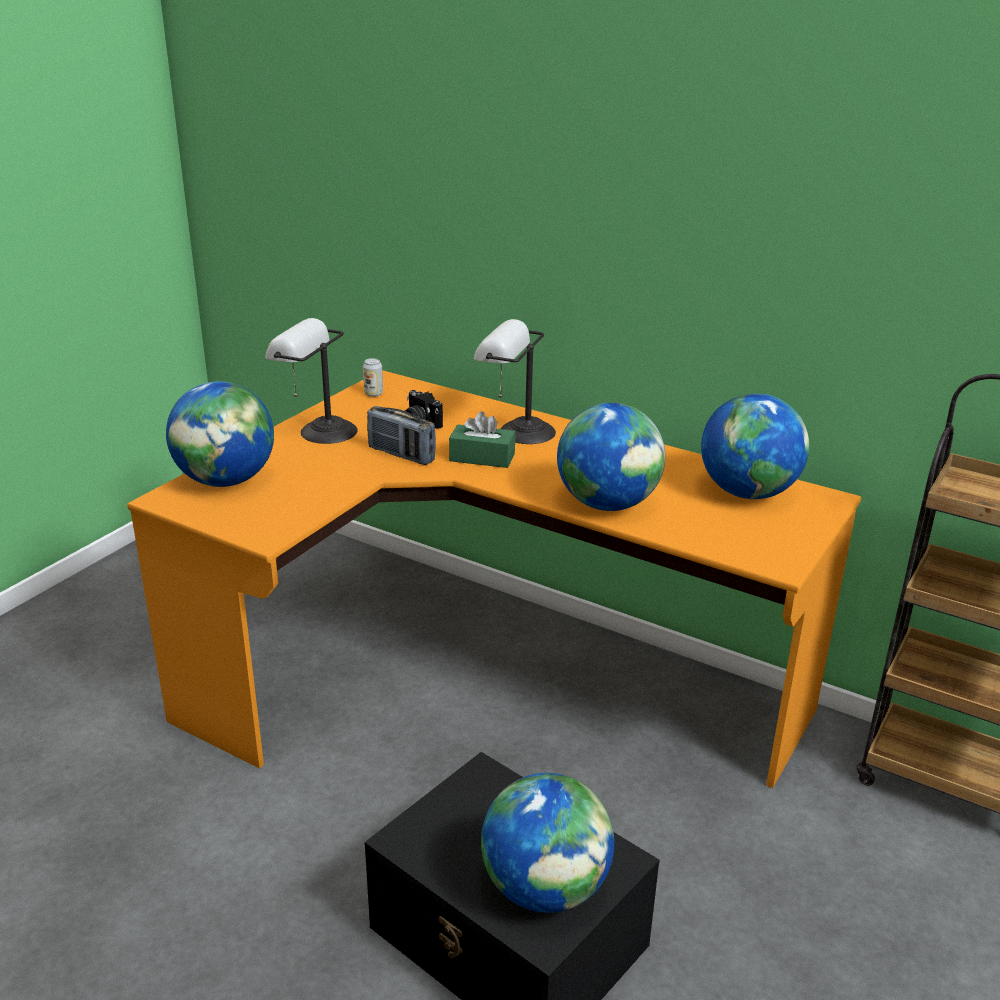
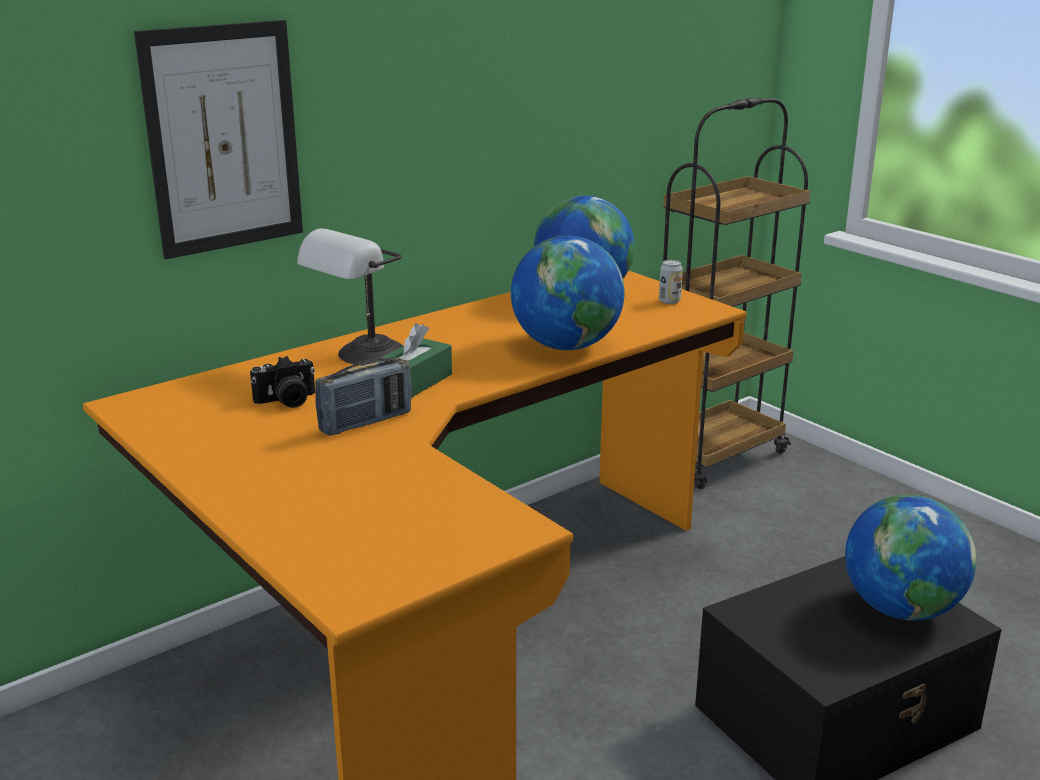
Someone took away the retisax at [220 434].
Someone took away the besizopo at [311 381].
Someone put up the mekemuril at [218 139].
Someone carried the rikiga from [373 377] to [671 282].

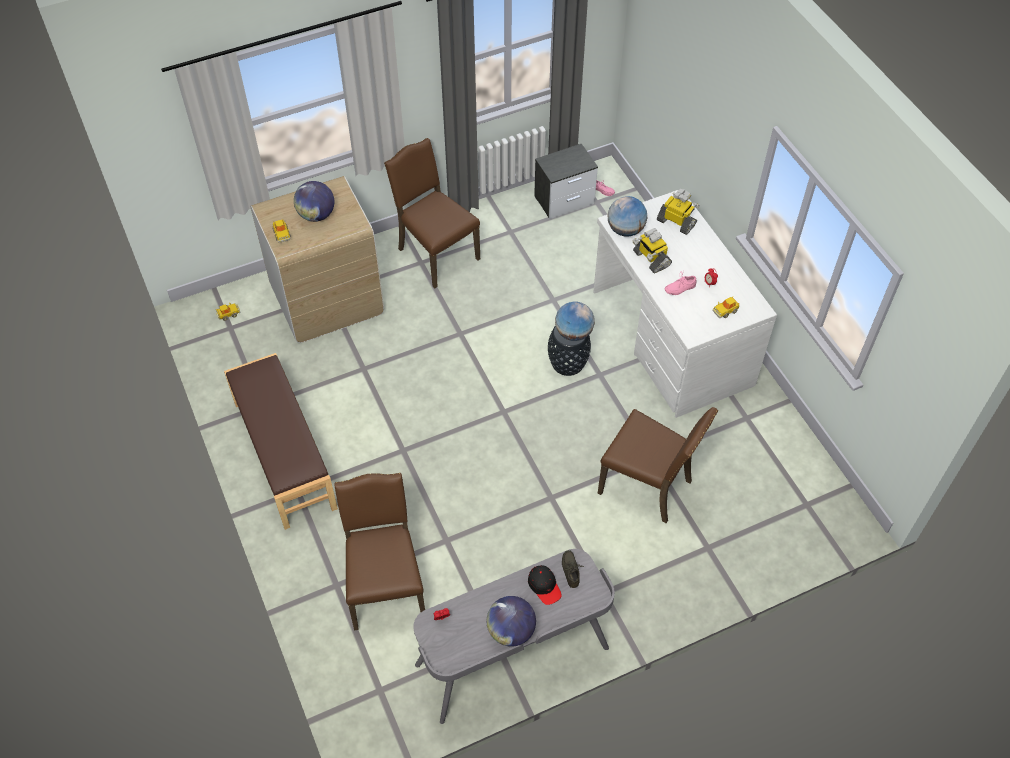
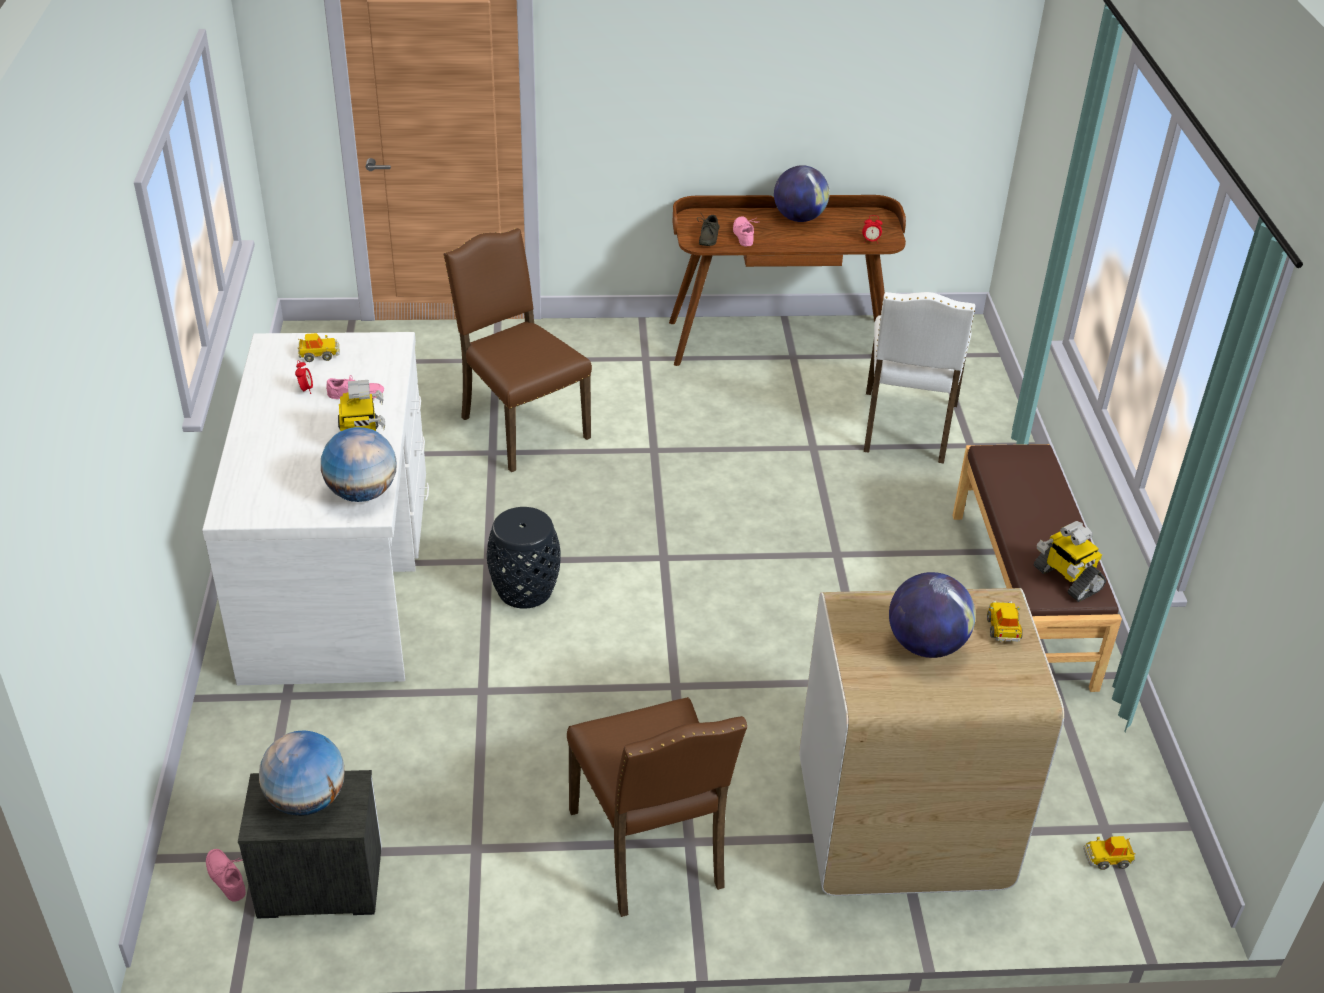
Someone carried the retisax from [575 321] to [302 773].
Someone carried the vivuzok from [678 212] to [1070 561].
Someone swapped the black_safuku at [545 585] for the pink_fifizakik at [746 232].
Someone repainted the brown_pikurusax at [379 551], which became the white_pikurusax at [919 377].
Someone repainted the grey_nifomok at [514 636], which became the brown_nifomok at [787 280].

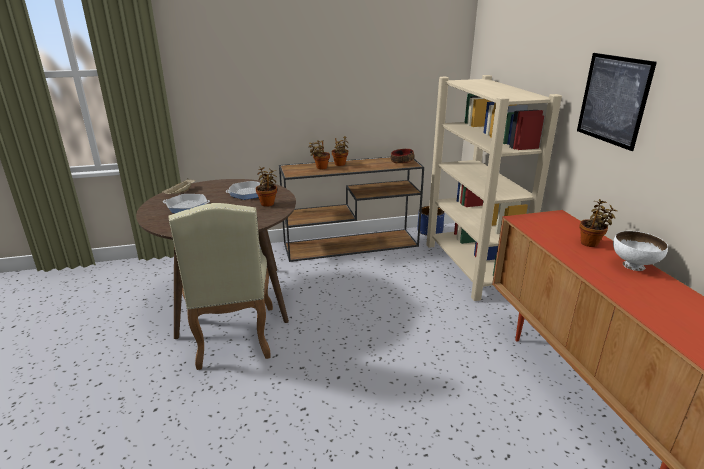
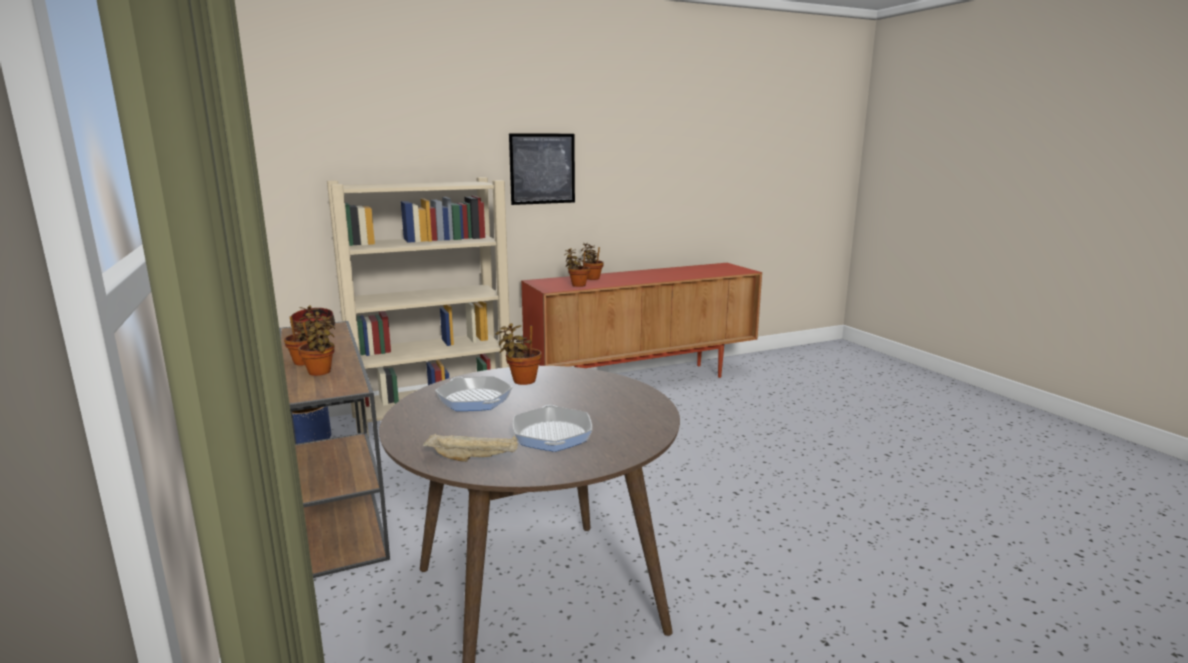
Someone took away the beige_pikurusax at [220 286].
Someone took away the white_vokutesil at [640 251].
Someone put down the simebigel at [577 267].

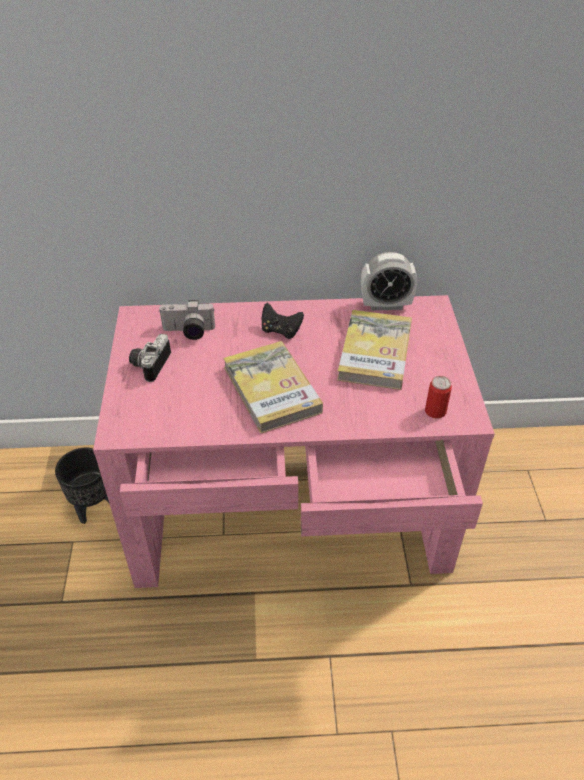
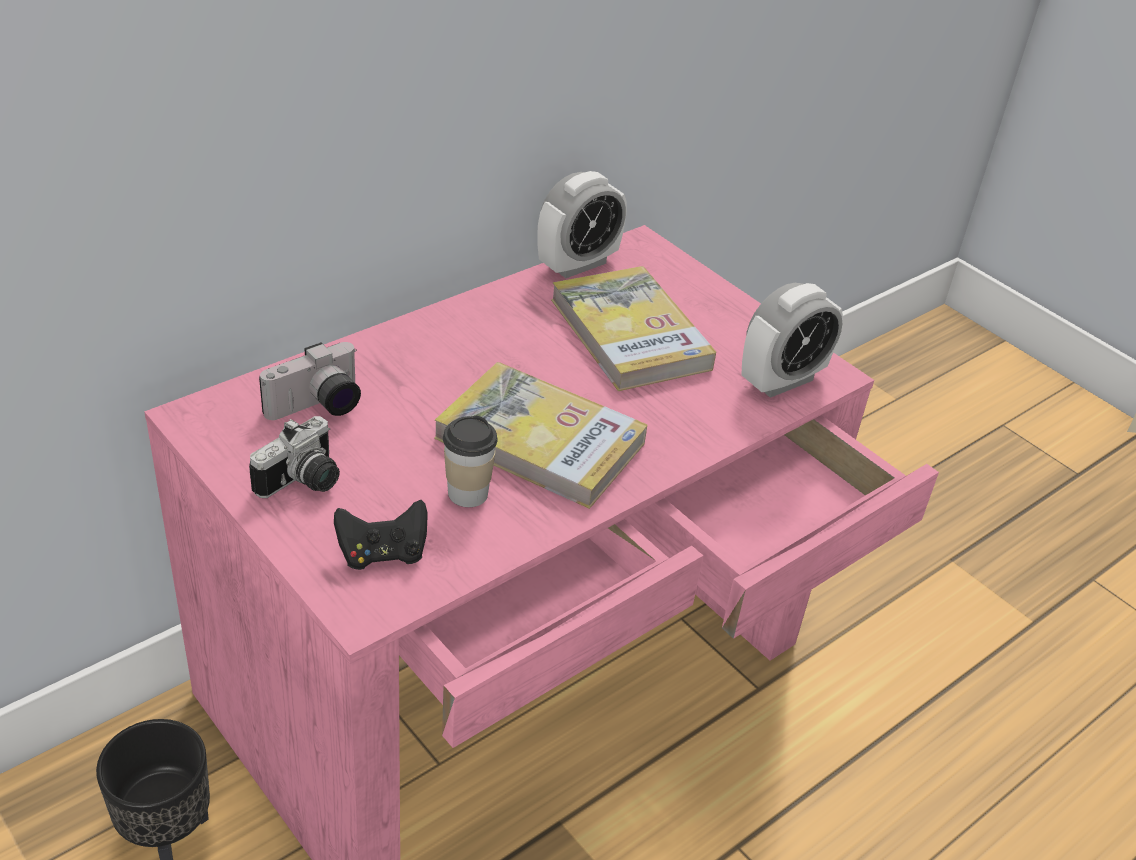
Someone put down the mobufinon at [470 461].
Someone carried the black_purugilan from [283 321] to [381 535].
Someone swapped the rikiga at [438 397] for the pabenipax at [792 340].
Someone rotated the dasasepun at [150 358] by 120 degrees counterclockwise.

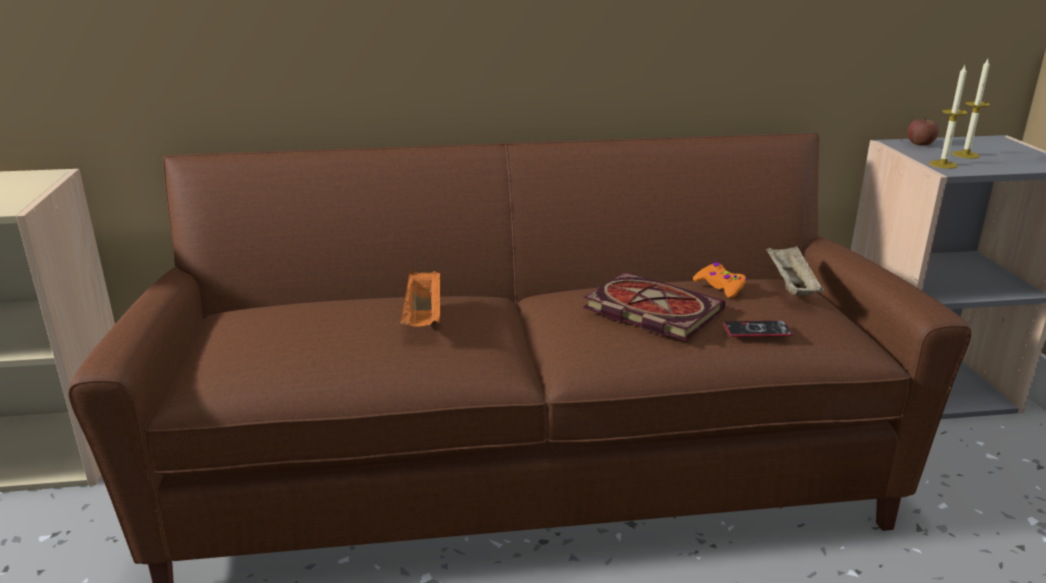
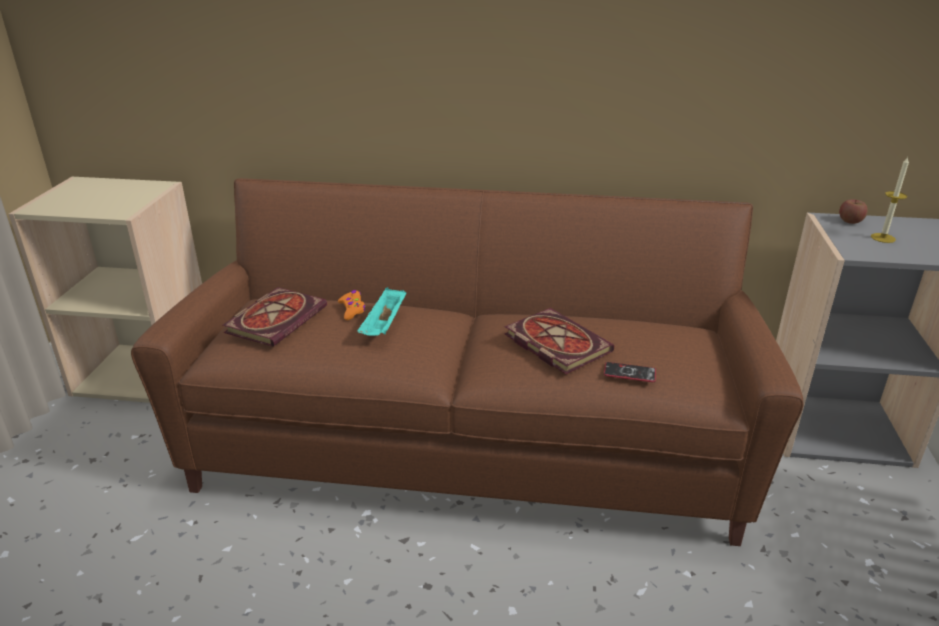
Someone took away the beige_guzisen at [795 270].
Someone took away the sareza at [948 117].
Someone put down the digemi at [274 317].
Someone carried the orange_purugilan from [720 280] to [351 305].
Someone repainted the orange_guzisen at [420 298], which became the turquoise_guzisen at [382 311].

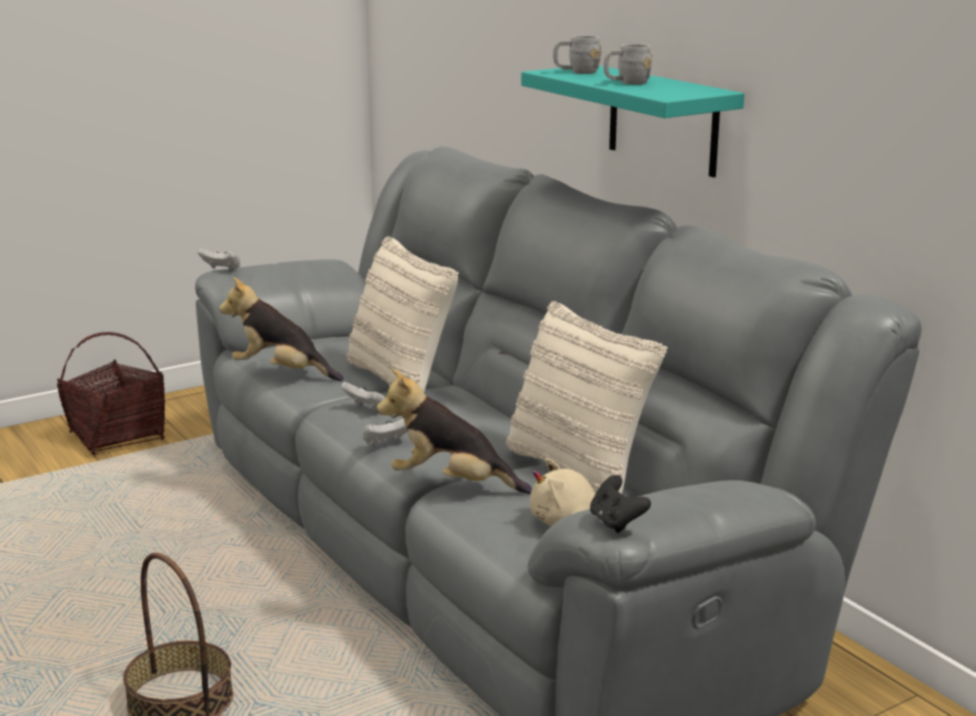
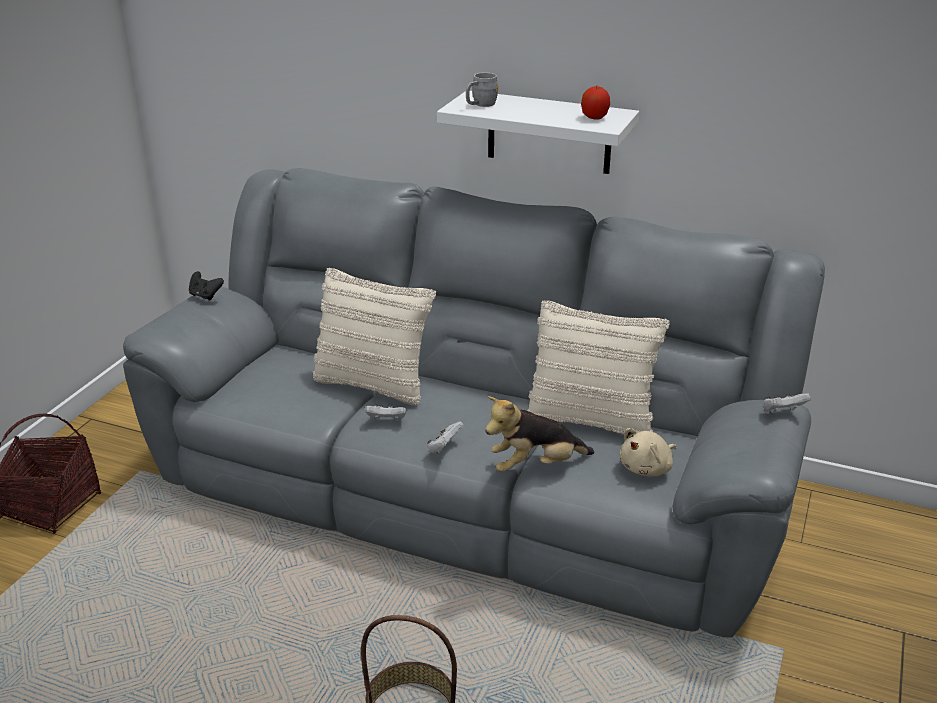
Someone took away the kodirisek at [281 329].
Someone took away the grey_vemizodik at [628 64].
Someone put down the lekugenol at [595 103].
Someone carried the white_purugilan from [219 259] to [787 403].
Someone carried the black_purugilan from [620 504] to [206 286].
Someone repainted the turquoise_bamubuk at [632 121], which became the white_bamubuk at [538 132].

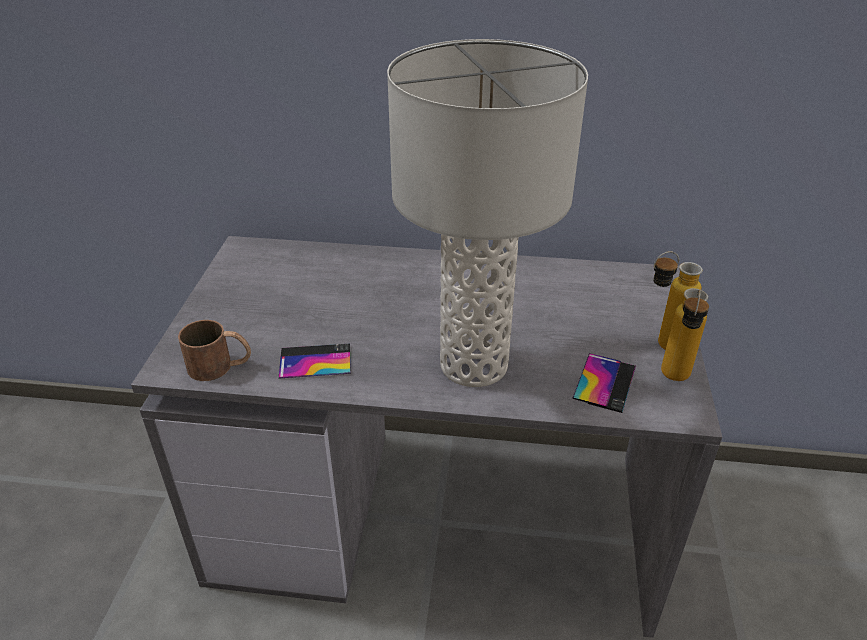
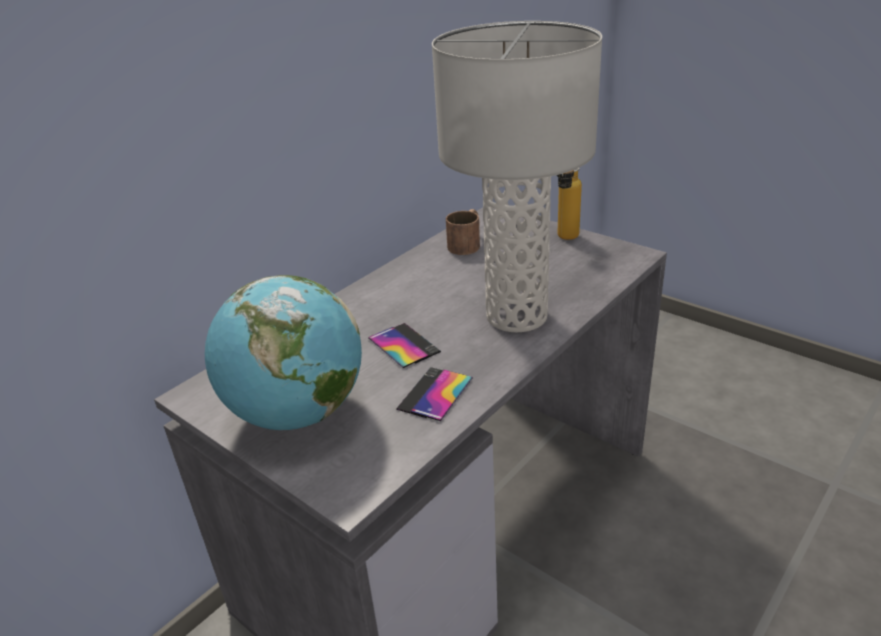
Someone took away the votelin at [685 334].
Someone put down the retisax at [283 352].
Someone carried the brown_vemizodik from [214 350] to [463 232].
Someone carried the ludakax from [604 383] to [404 345].

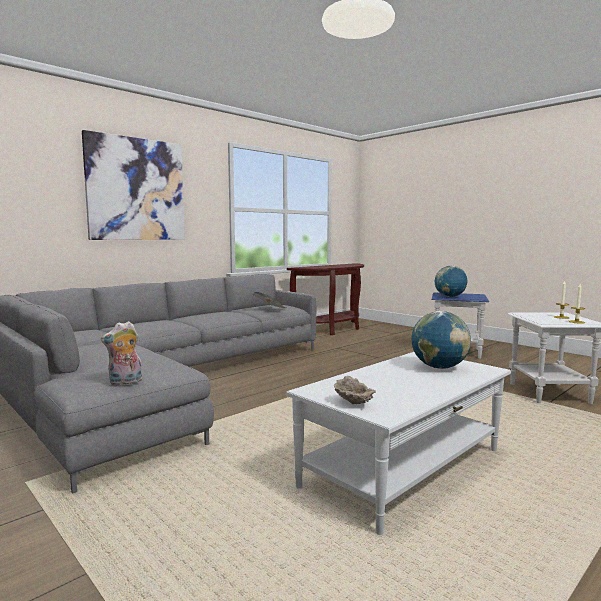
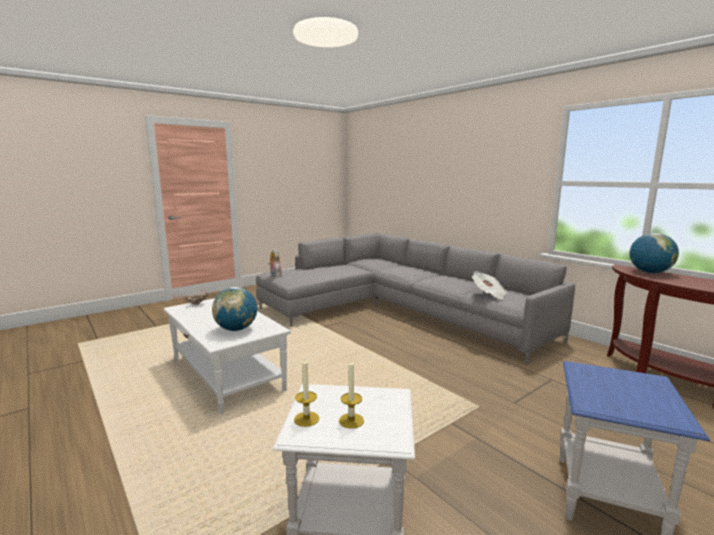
Someone took away the mekemuril at [133 185].
Someone carried the retisax from [451 281] to [654 253].

